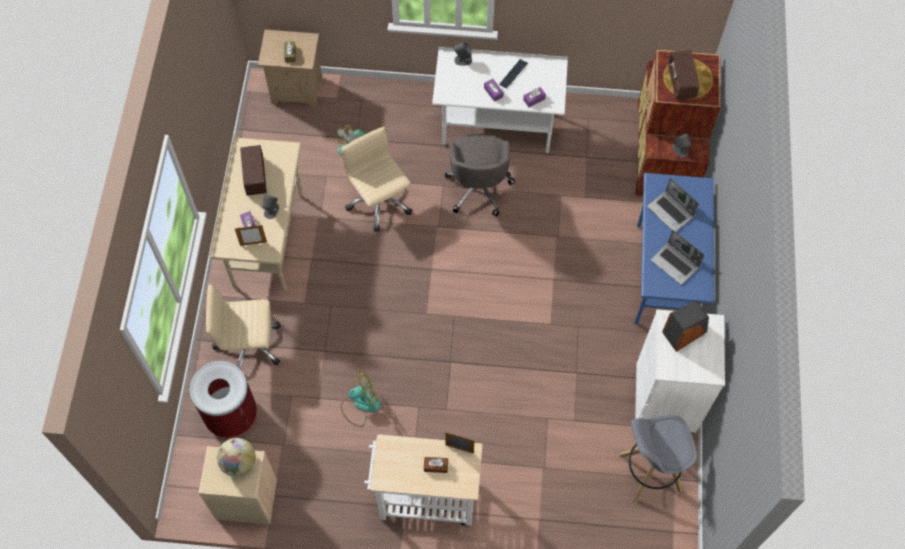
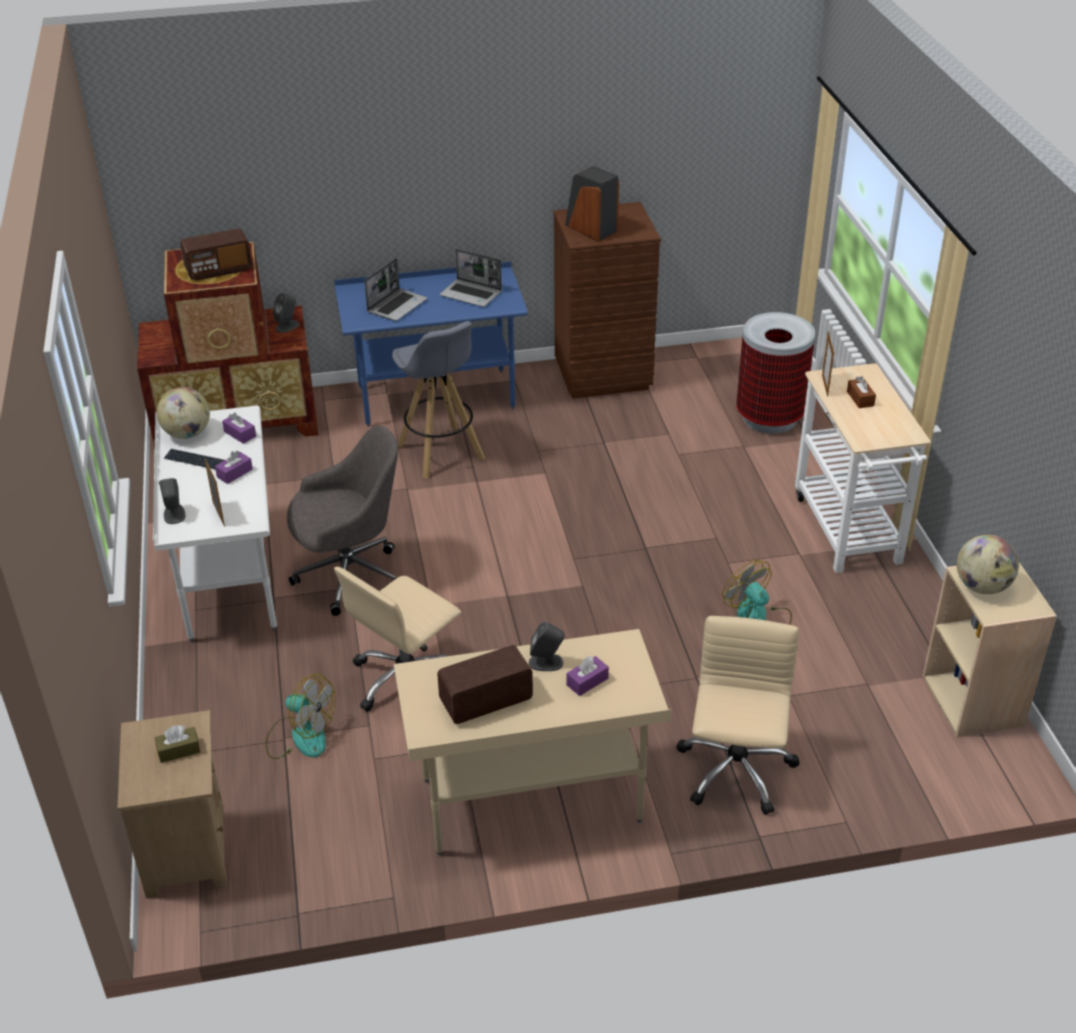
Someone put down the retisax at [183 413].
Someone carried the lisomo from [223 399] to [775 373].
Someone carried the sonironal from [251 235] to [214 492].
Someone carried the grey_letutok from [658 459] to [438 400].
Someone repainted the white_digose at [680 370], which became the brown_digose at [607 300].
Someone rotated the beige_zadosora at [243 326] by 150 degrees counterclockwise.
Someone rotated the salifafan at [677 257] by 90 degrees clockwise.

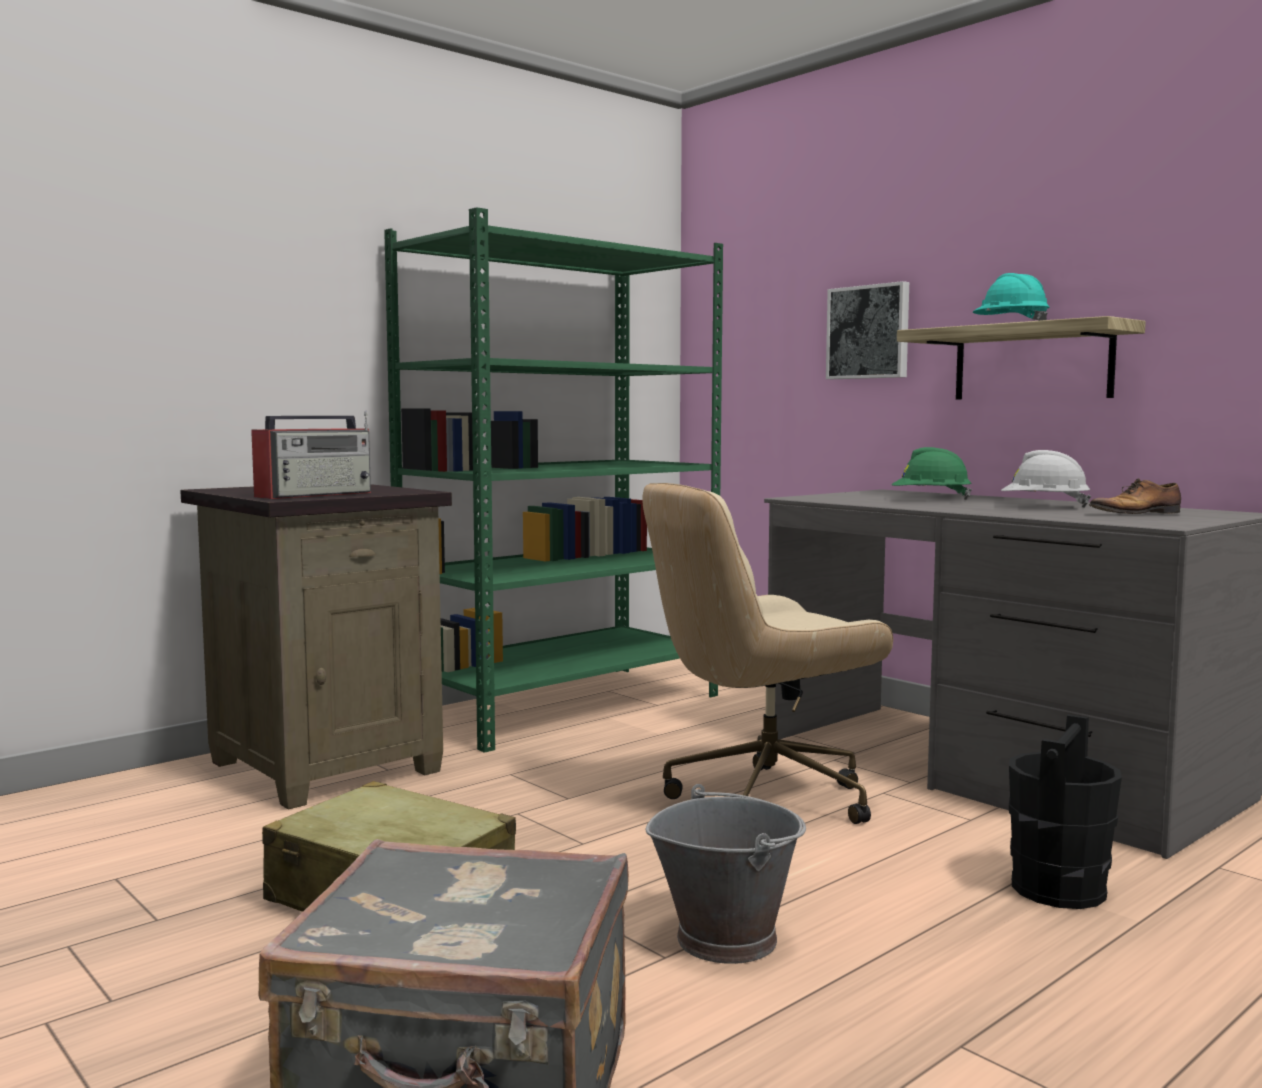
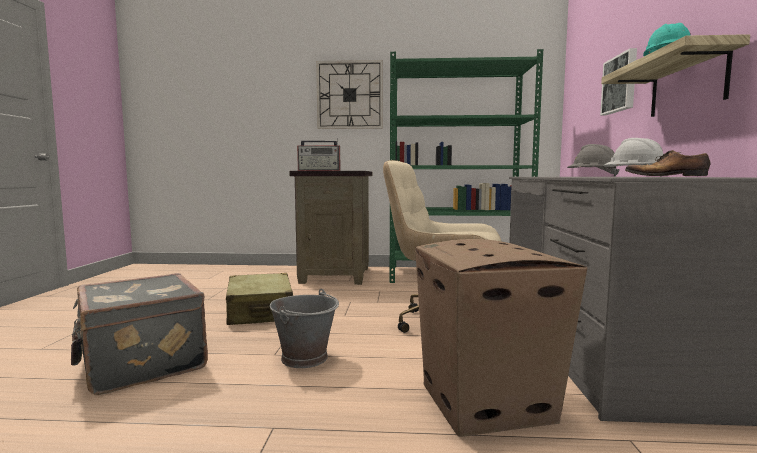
Someone put up the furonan at [349 94].
Someone swapped the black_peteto at [1065 811] for the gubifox at [501 338].
Someone repainted the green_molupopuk at [932 473], which became the grey_molupopuk at [593 160].

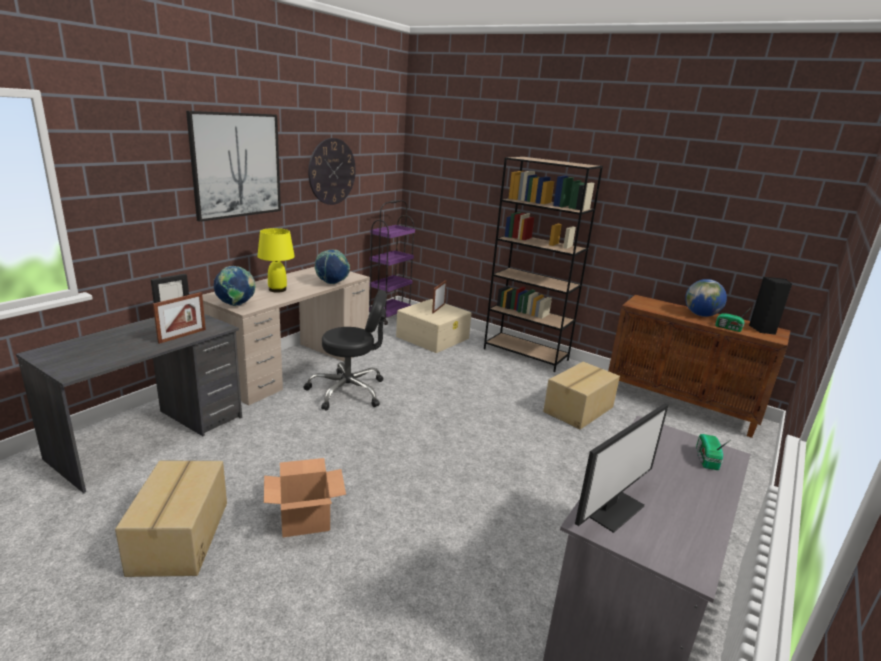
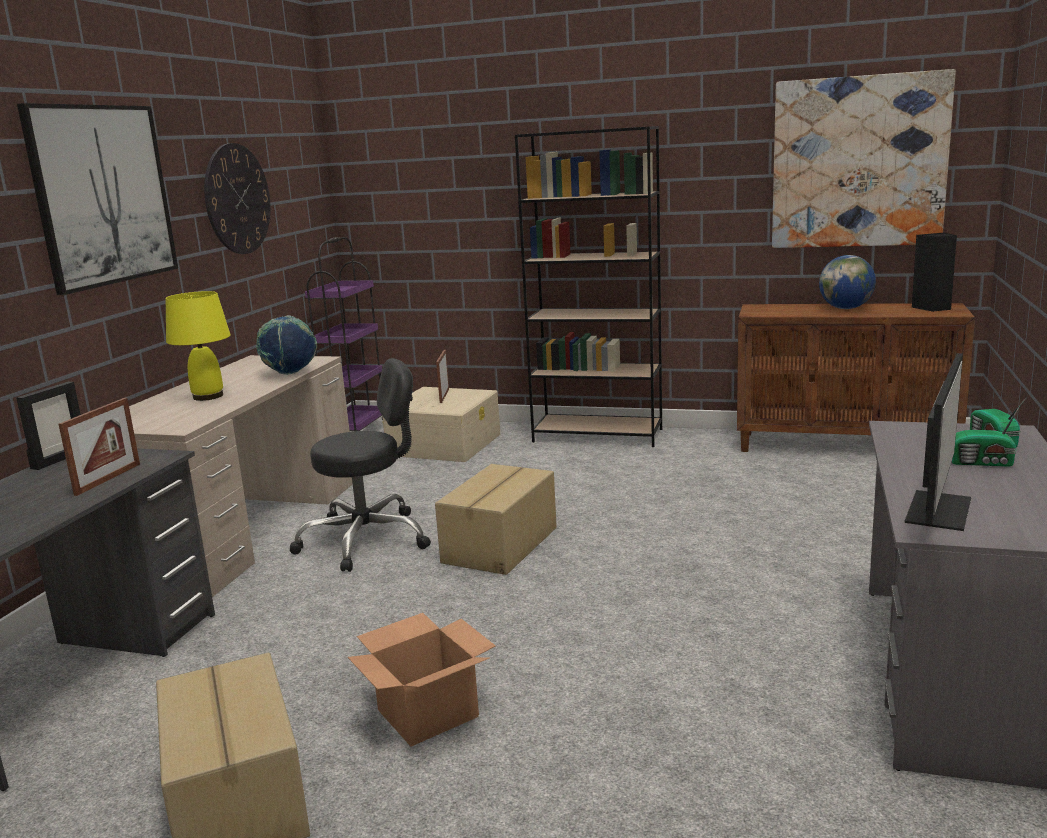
Someone took away the retisax at [235 286].
Someone put up the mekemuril at [864 158].
Someone carried the gubifox from [581 395] to [496 519].
Someone carried the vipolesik from [731 321] to [986 436].

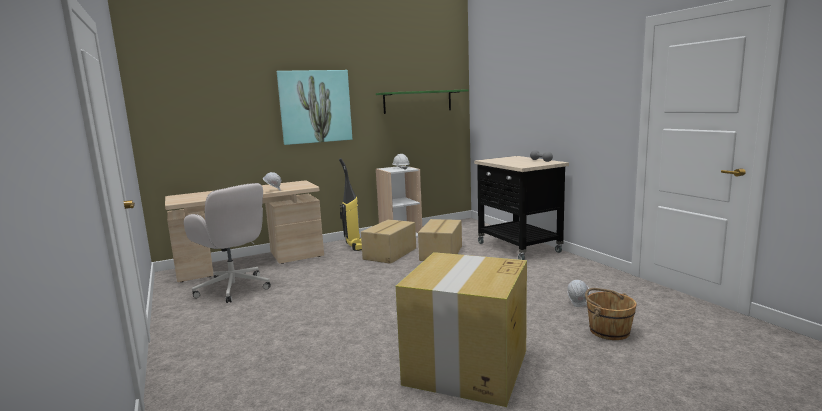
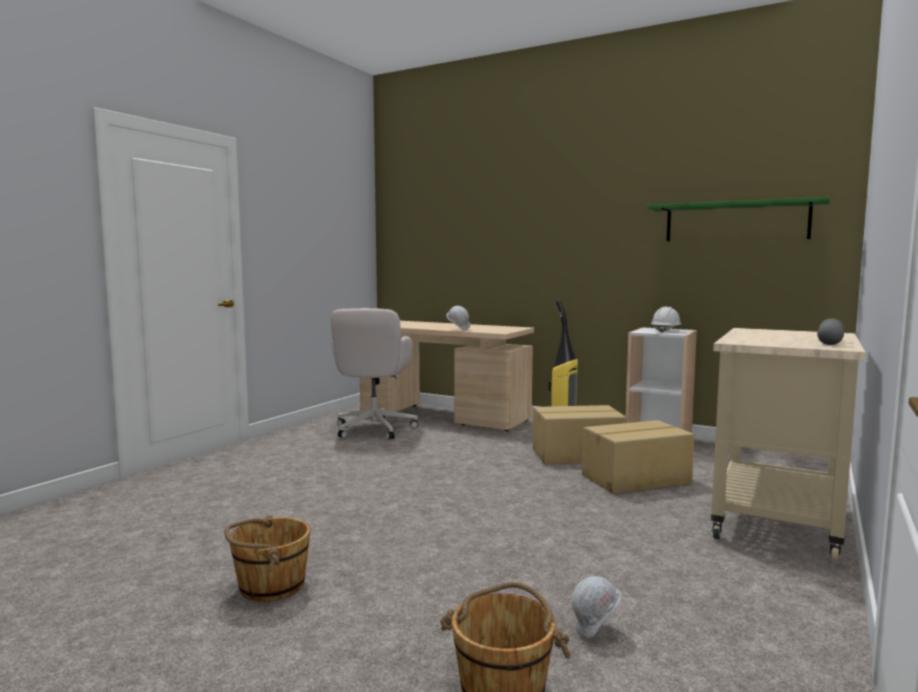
Someone took away the mekemuril at [314 107].
Someone swapped the gubifox at [461 329] for the brown_peteto at [267 559].
Someone repainted the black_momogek at [521 208], which became the beige_momogek at [788 445].

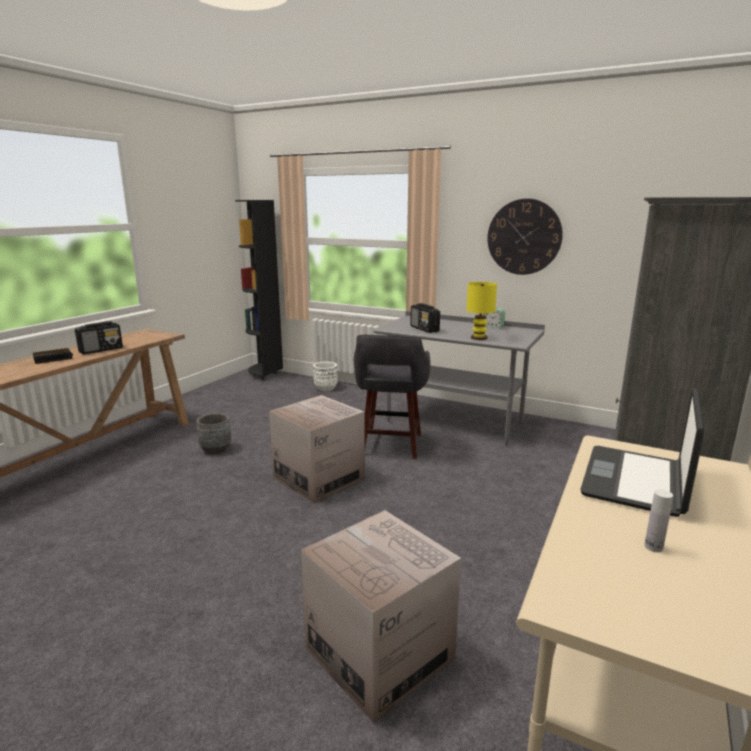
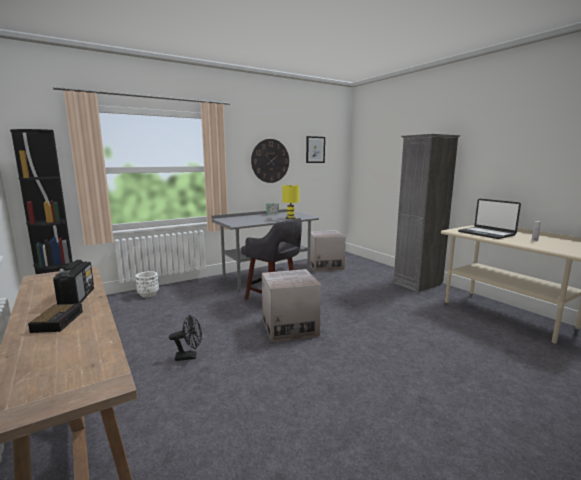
Someone took away the vipolesik at [425 318].
Someone put up the mekemuril at [315 149].
Someone carried the gubifox from [381 616] to [326 251].
Someone swapped the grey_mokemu at [213 433] for the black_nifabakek at [185 338].

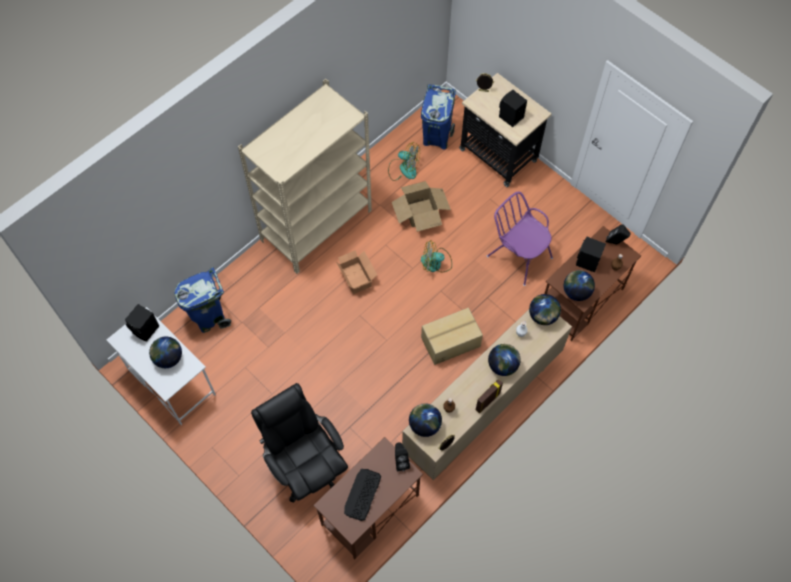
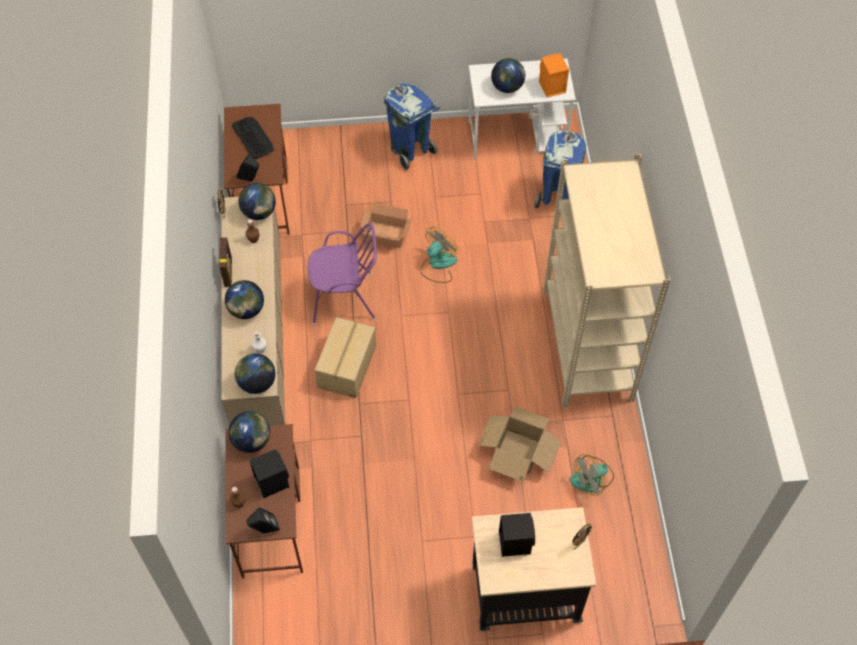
Someone took away the black_zadosora at [299 443].
Someone carried the gubifox from [356 272] to [386 225].
Someone carried the blue_lisomo from [438 117] to [412 127].
Someone carried the nifabakek from [436 256] to [438 255].
Someone carried the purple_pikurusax from [519 239] to [342 274].
Someone repainted the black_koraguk at [142 323], which became the orange_koraguk at [554 75].

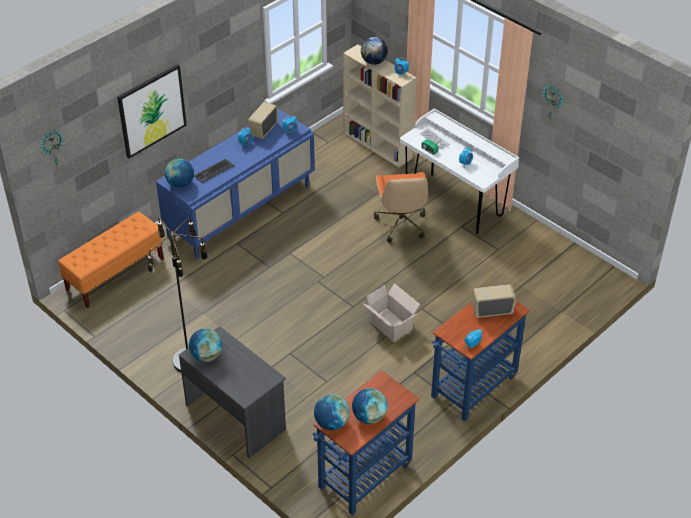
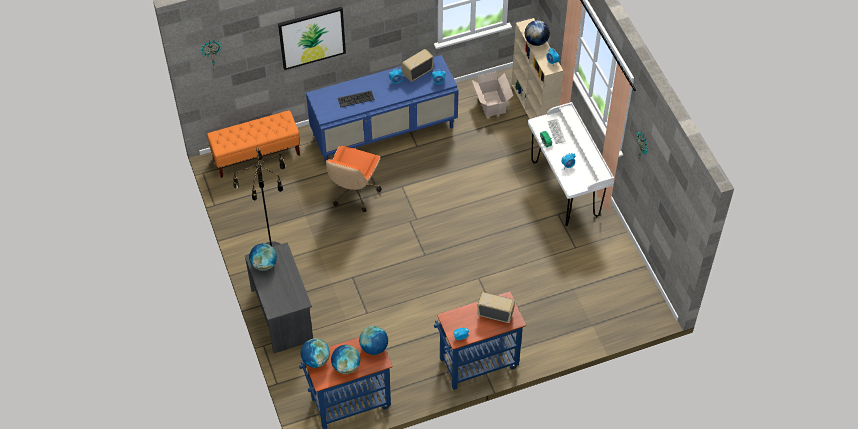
Someone carried the retisax from [179 173] to [373 340].
Someone carried the gubifox from [391 312] to [493 94].
Someone carried the orange_zadosora from [401 207] to [354 179].

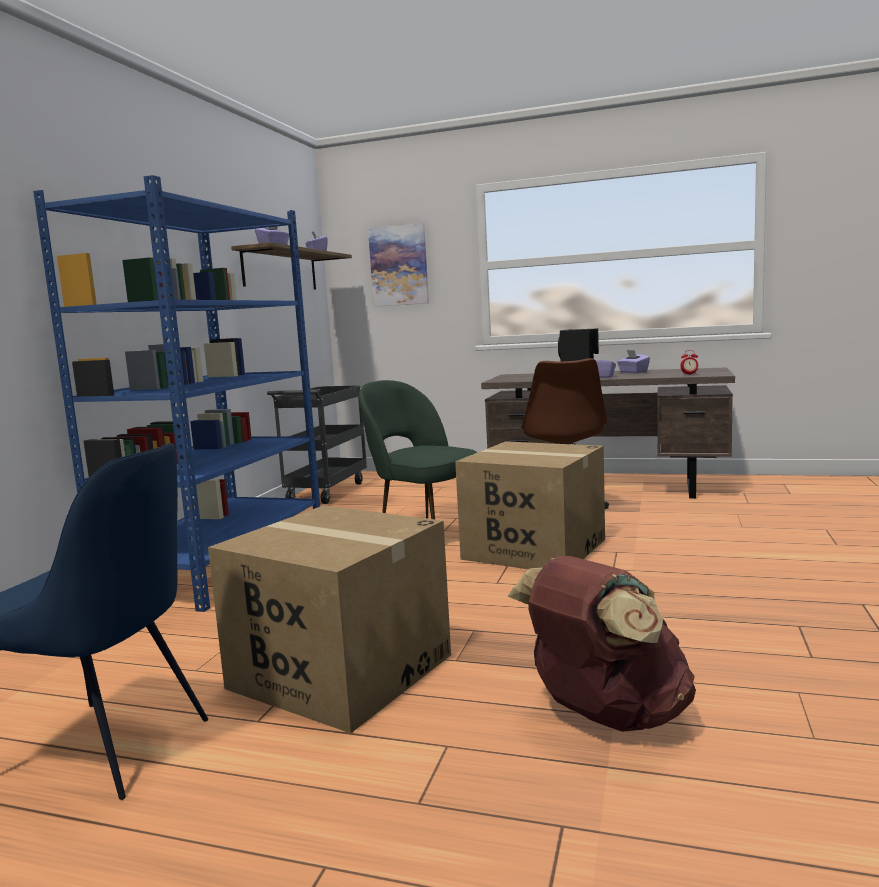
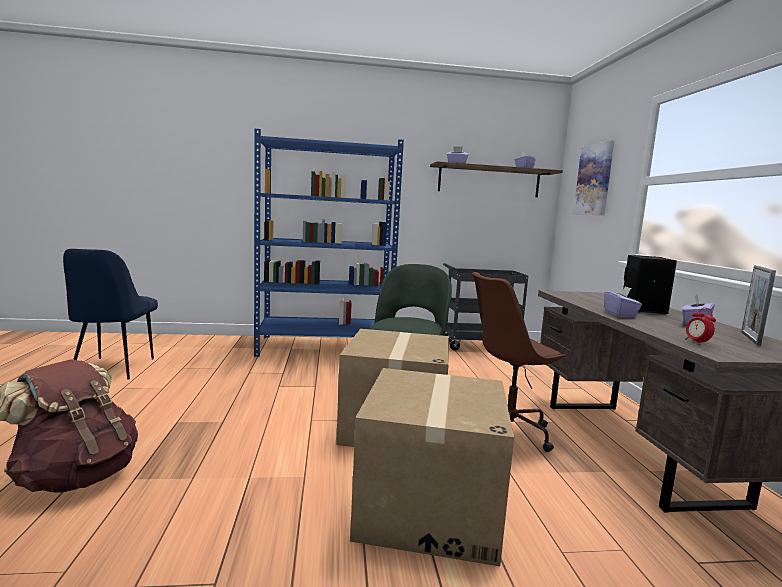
Someone put down the sonironal at [758 305].
Someone carried the gubifox from [329 619] to [432 467].

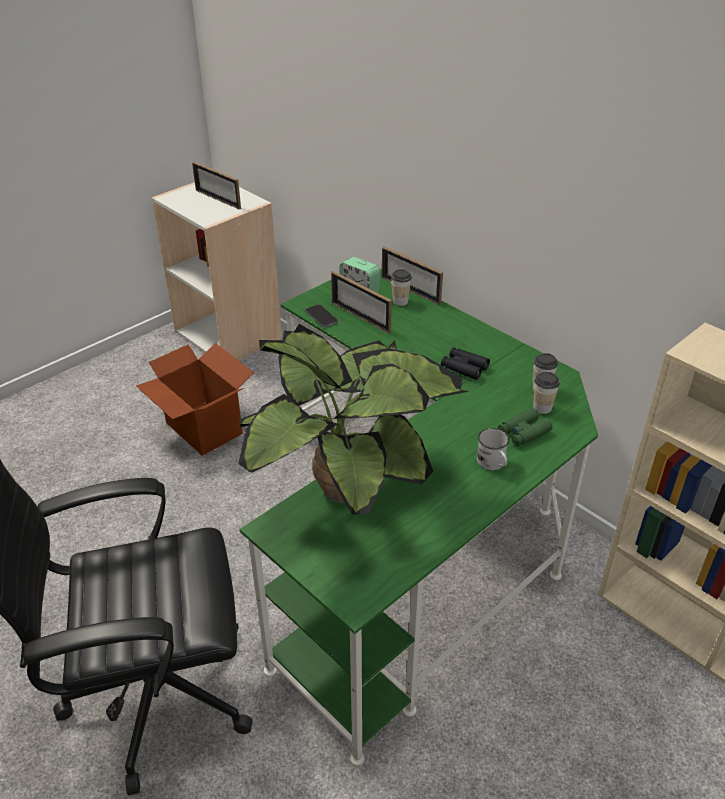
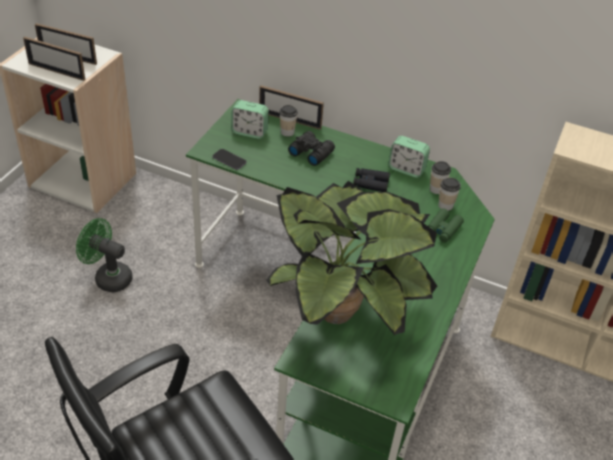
Someone took away the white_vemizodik at [493 449].
Someone put down the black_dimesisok at [311 148].
Someone put down the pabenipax at [409 157].
Someone carried the sonironal from [361 302] to [54 59].
Someone swapped the gubifox at [195 399] for the green_nifabakek at [104 255].

